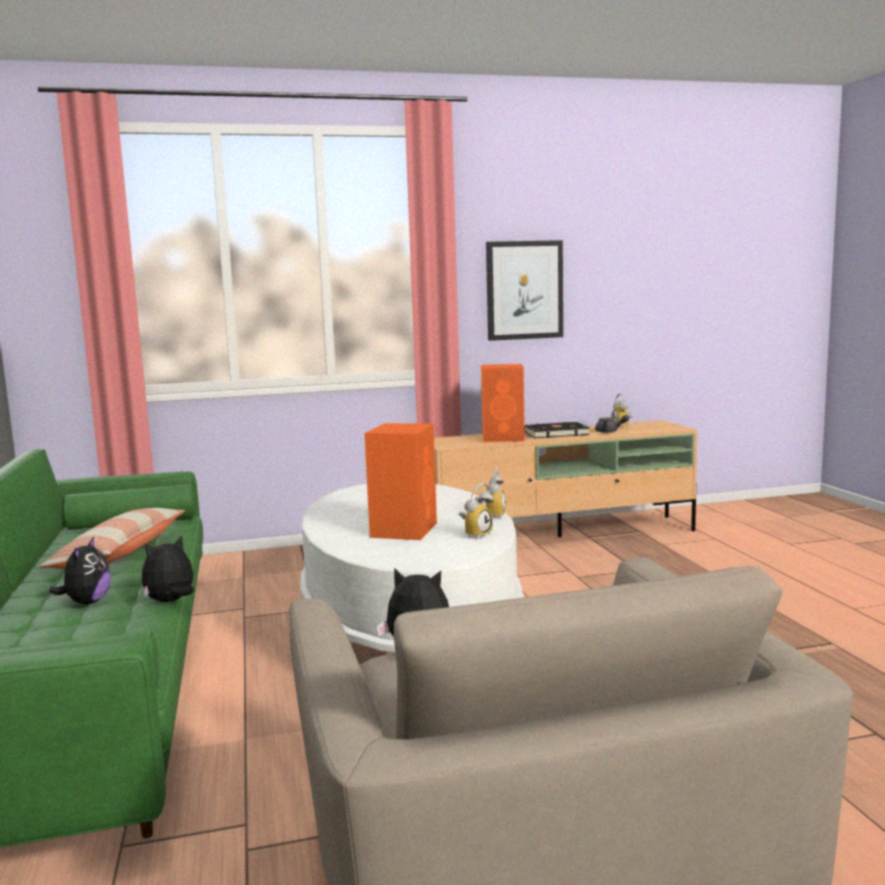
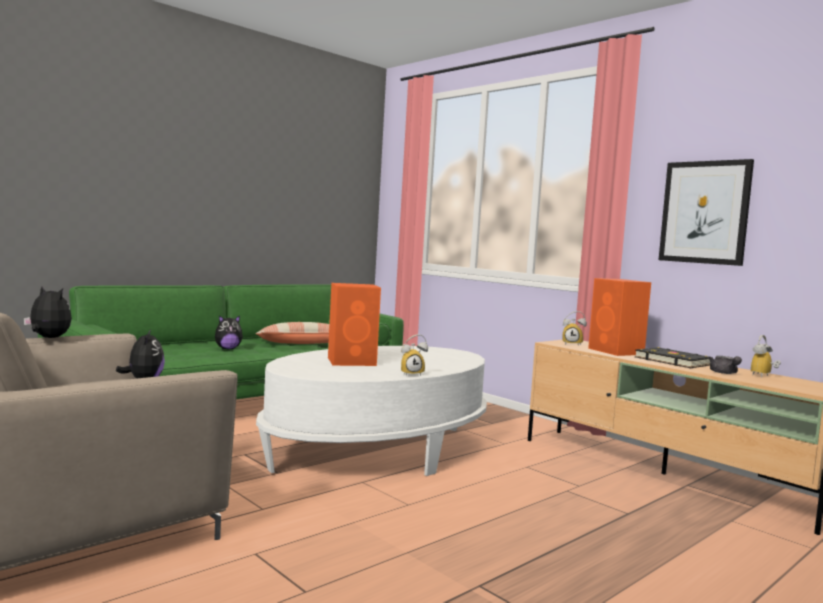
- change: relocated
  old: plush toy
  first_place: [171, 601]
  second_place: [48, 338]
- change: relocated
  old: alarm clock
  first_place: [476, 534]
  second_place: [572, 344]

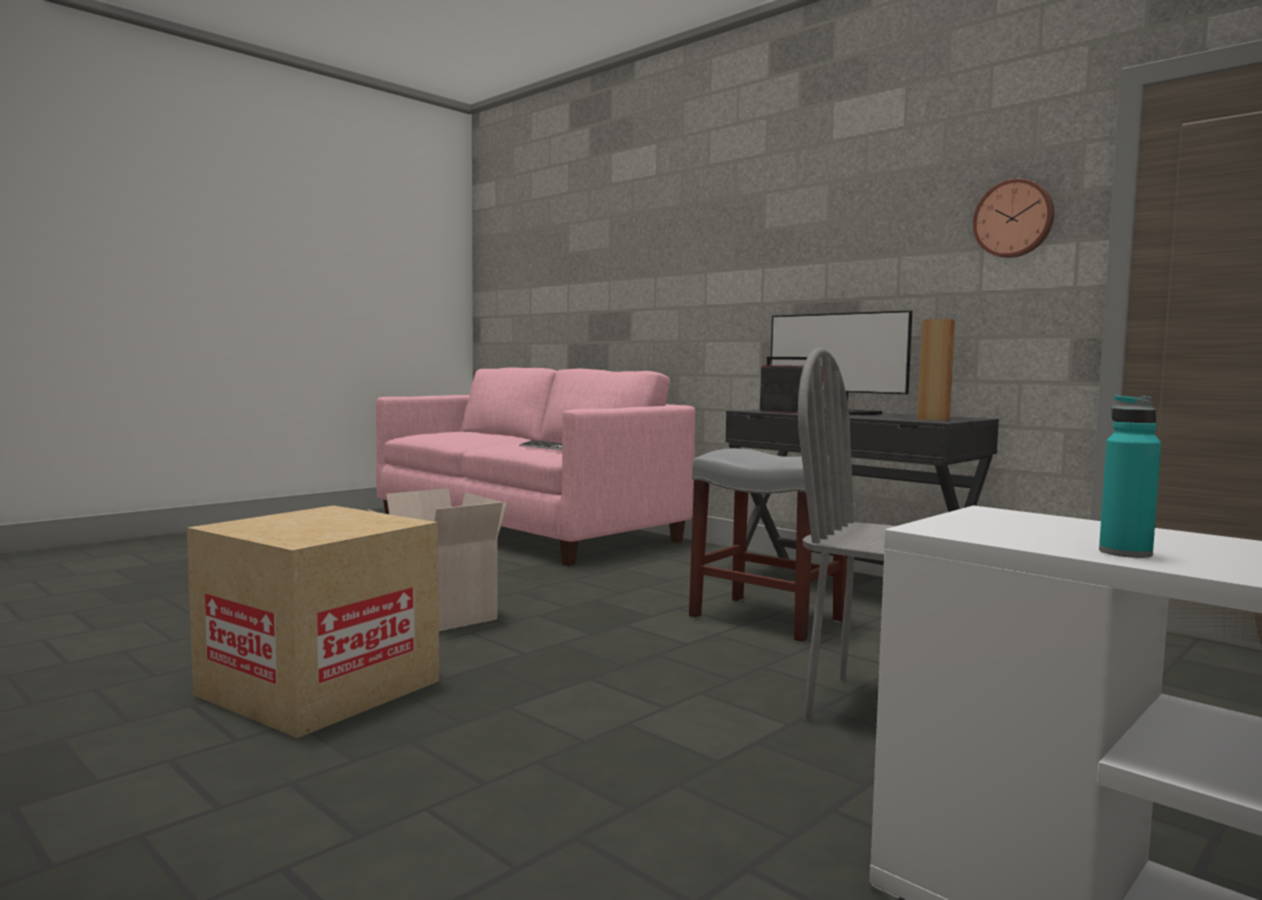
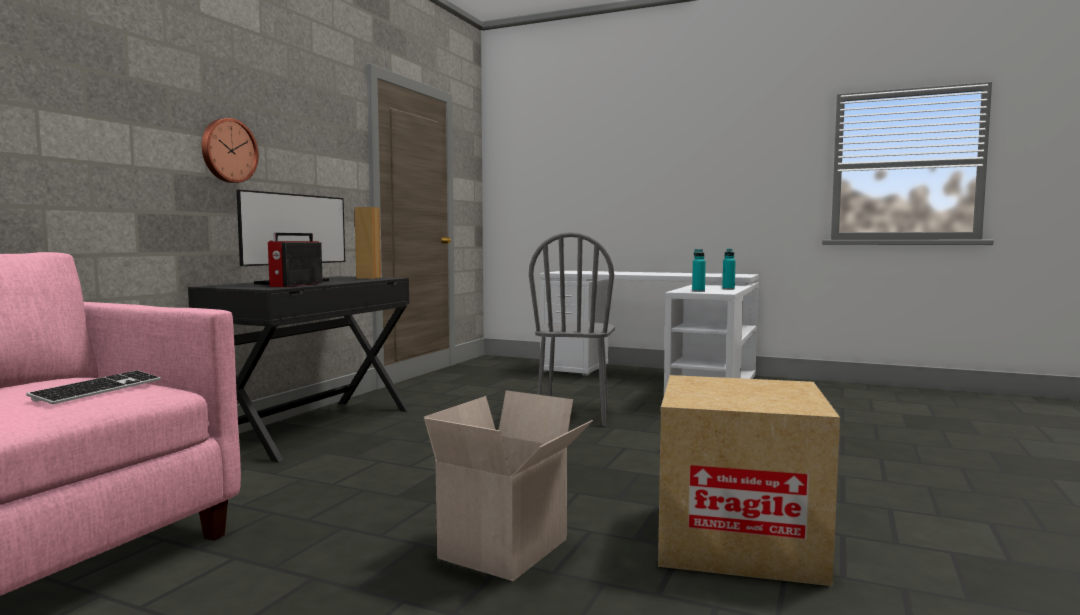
- change: missing
  old: grey stool
  first_place: [765, 619]
- change: relocated
  old: wall clock
  first_place: [1014, 219]
  second_place: [228, 150]
- change: appeared
  new: turquoise bottle
  second_place: [698, 291]

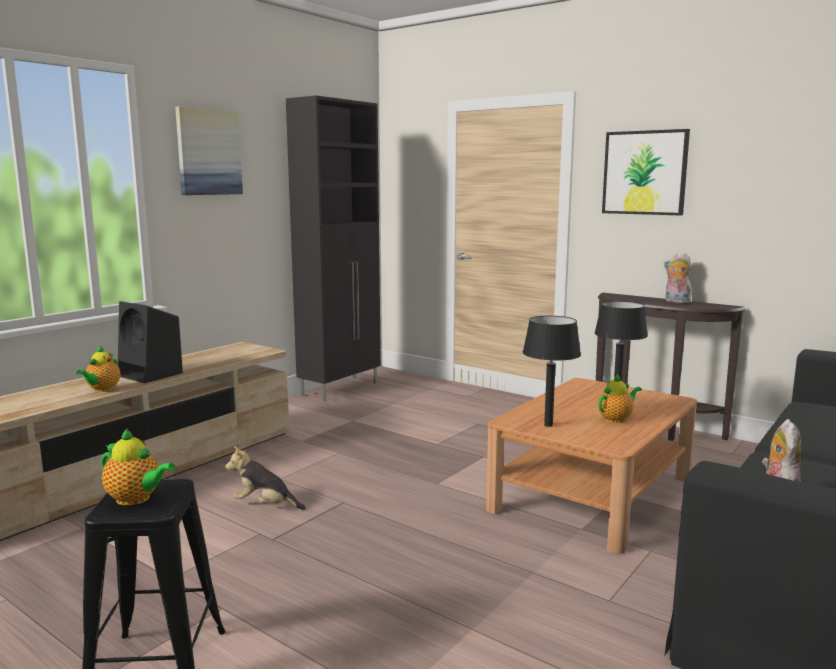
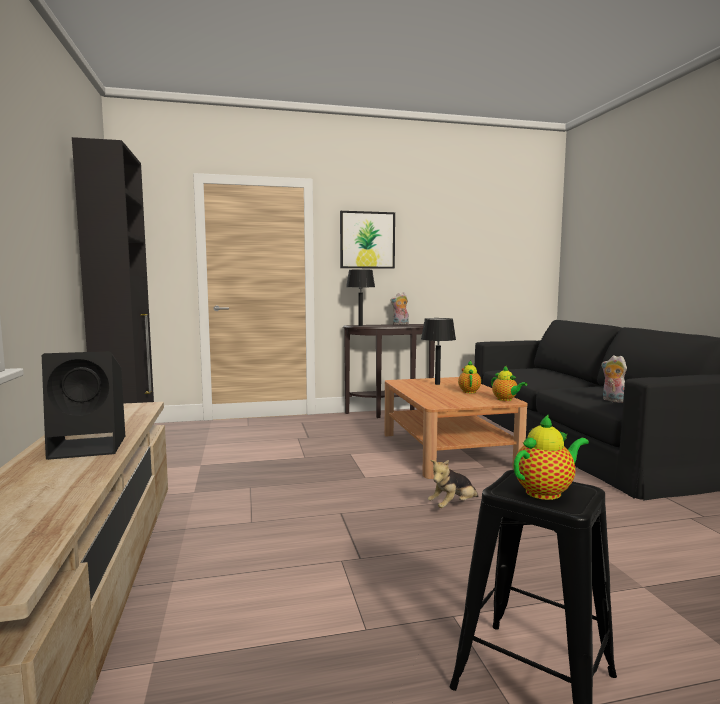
- change: relocated
  old: teapot
  first_place: [102, 390]
  second_place: [506, 399]
- change: missing
  old: picture
  first_place: [208, 152]
- change: relocated
  old: plush toy
  first_place: [265, 505]
  second_place: [453, 506]
- change: relocated
  old: black table lamp
  first_place: [548, 425]
  second_place: [360, 325]

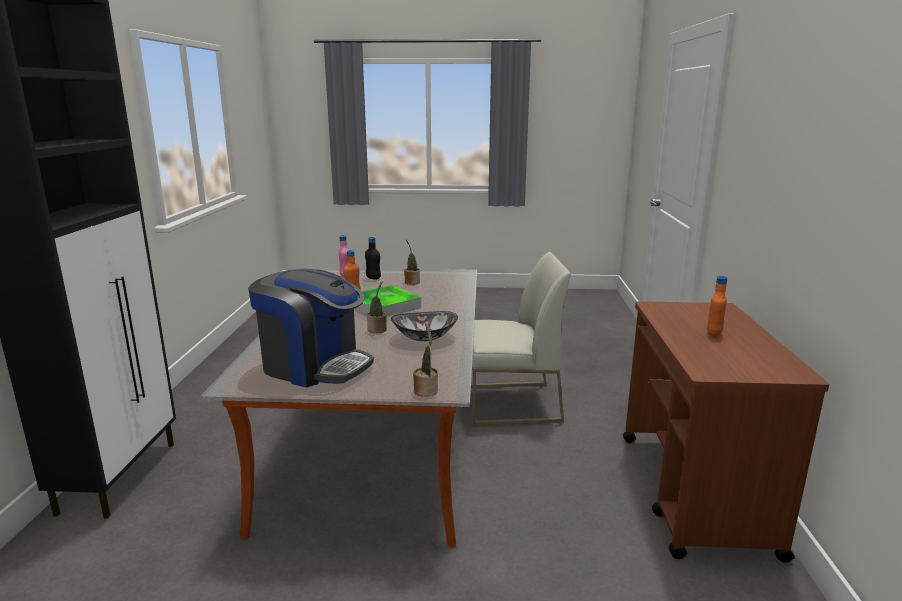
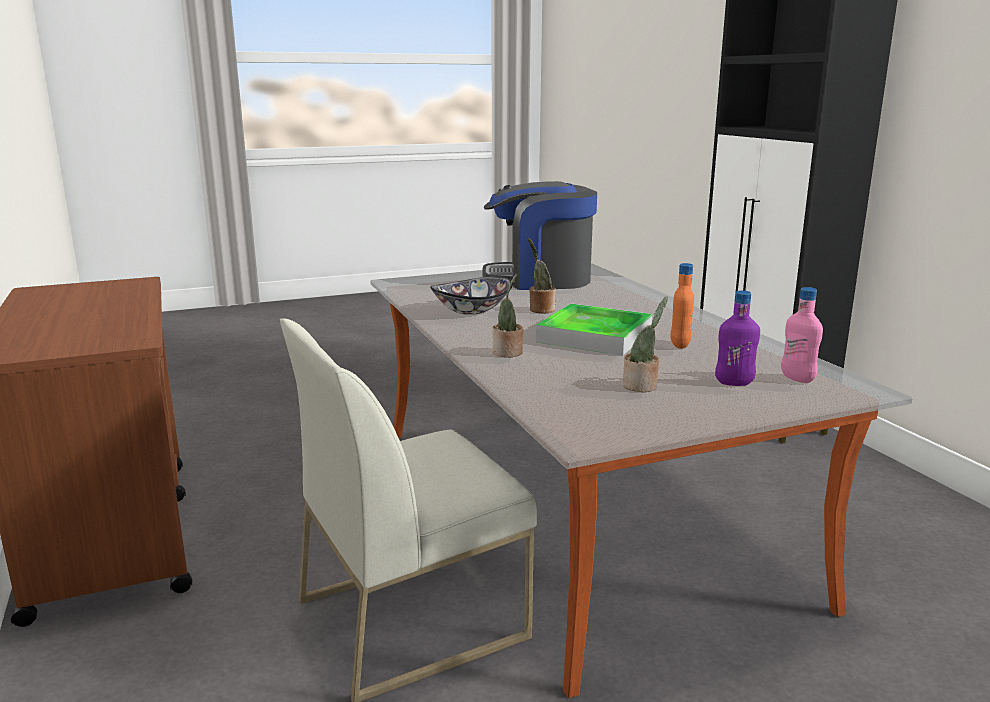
- change: colour
  old: black bottle
  new: purple bottle
  first_place: [373, 278]
  second_place: [734, 383]
- change: relocated
  old: potted plant
  first_place: [426, 390]
  second_place: [508, 353]
- change: missing
  old: orange bottle
  first_place: [714, 334]

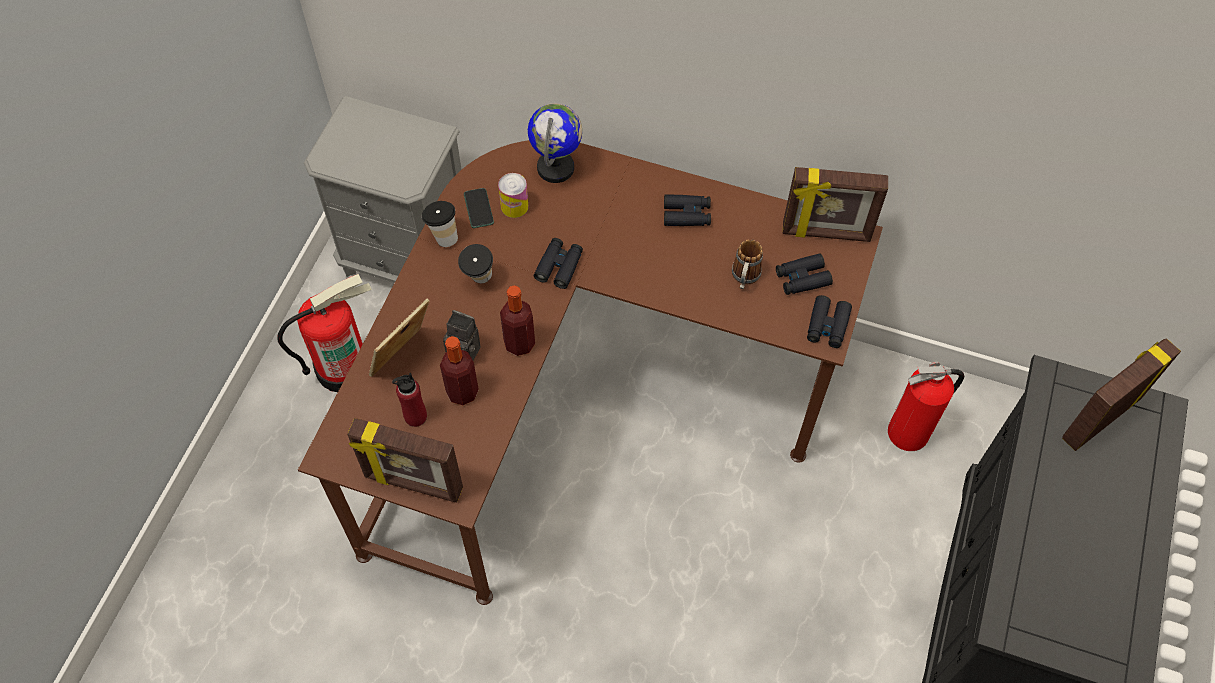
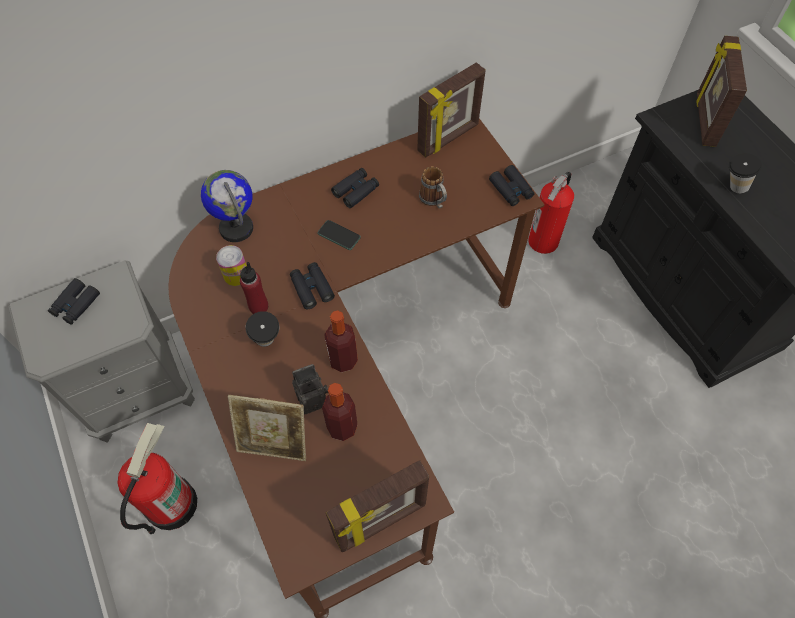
- change: spun
  old: picture frame
  first_place: [404, 359]
  second_place: [274, 443]
  degrees: -75
- change: relocated
  old: red bottle
  first_place: [415, 416]
  second_place: [258, 306]
- change: relocated
  old: cup
  first_place: [443, 236]
  second_place: [732, 187]
- change: relocated
  old: phone
  first_place: [478, 208]
  second_place: [339, 235]
- change: relocated
  old: black binoculars
  first_place: [802, 278]
  second_place: [76, 305]

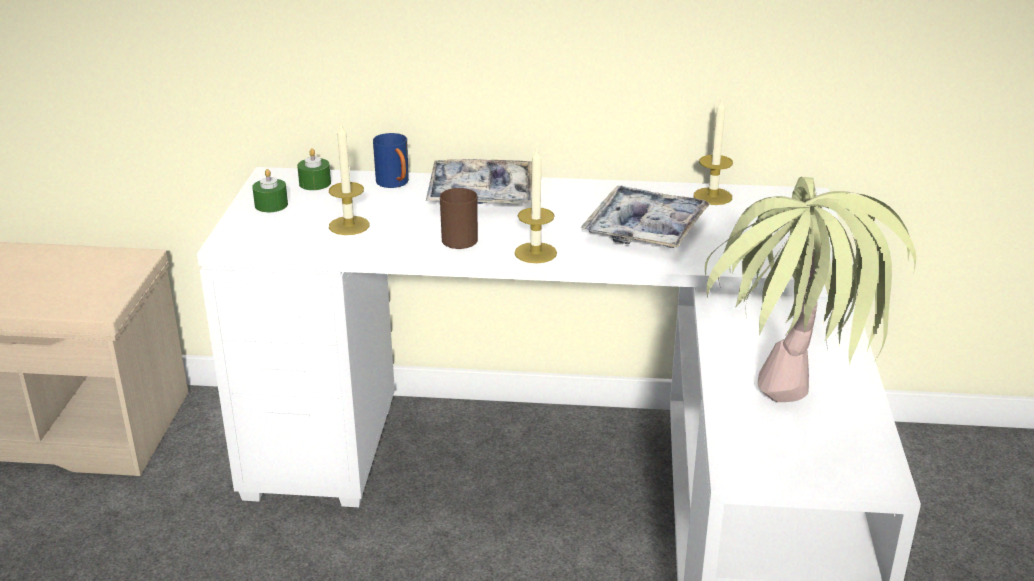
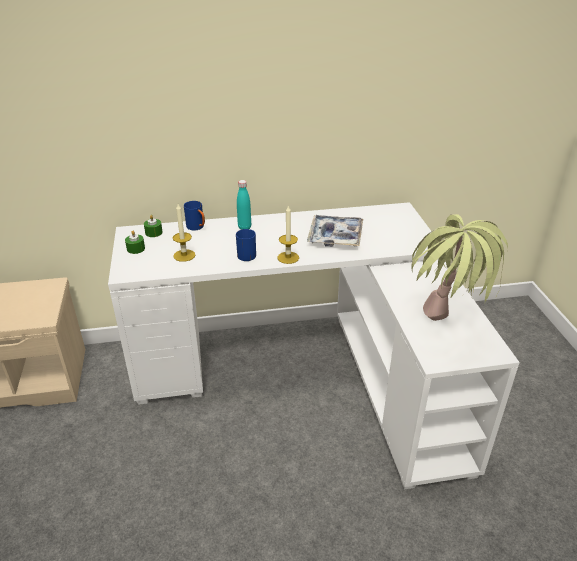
- change: exchanged
  old: tray
  new: turquoise bottle
  first_place: [480, 194]
  second_place: [244, 227]
- change: colour
  old: brown mug
  new: blue mug
  first_place: [458, 237]
  second_place: [245, 254]
- change: missing
  old: candle
  first_place: [712, 196]

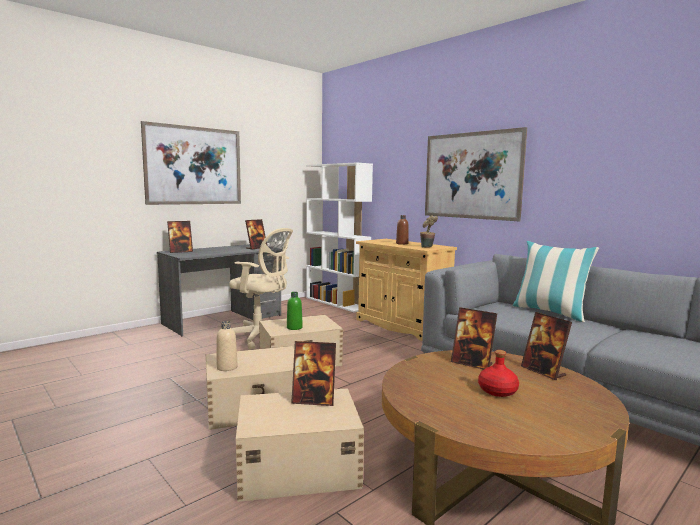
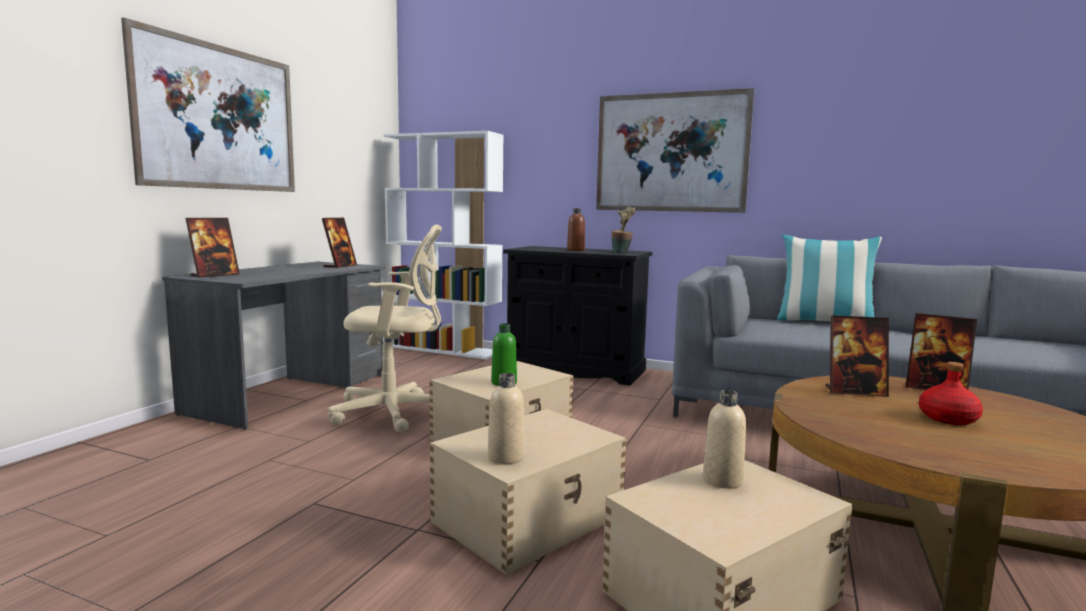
- change: exchanged
  old: picture frame
  new: beige bottle
  first_place: [313, 400]
  second_place: [722, 480]
- change: colour
  old: beige cabinet
  new: black cabinet
  first_place: [402, 326]
  second_place: [575, 369]

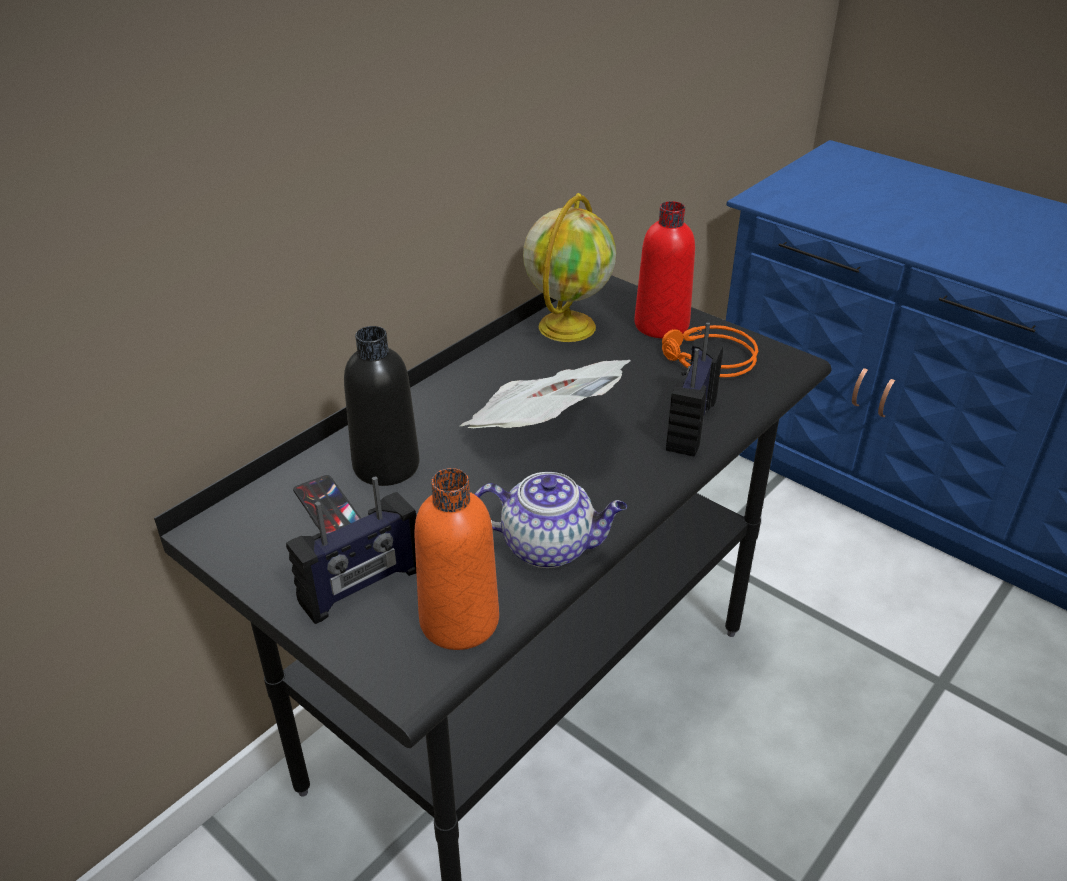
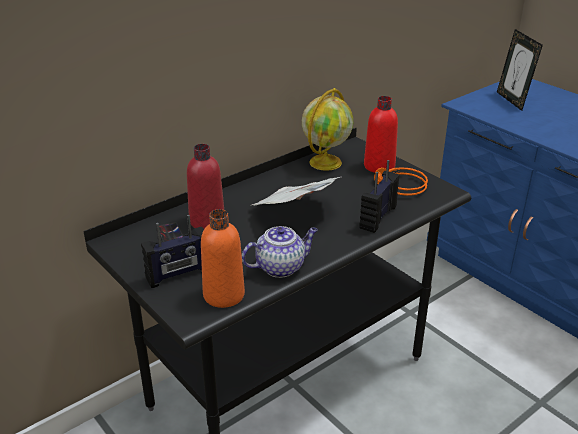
- change: colour
  old: black bottle
  new: red bottle
  first_place: [386, 466]
  second_place: [207, 221]
- change: spun
  old: teapot
  first_place: [549, 546]
  second_place: [281, 267]
  degrees: -45
- change: appeared
  new: picture frame
  second_place: [512, 100]

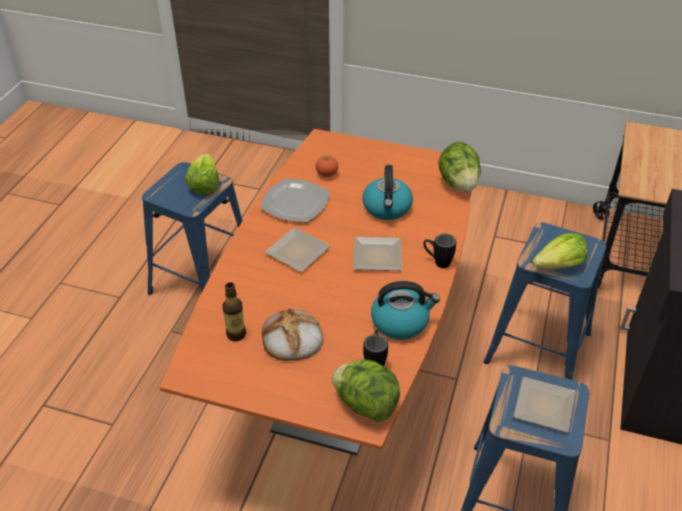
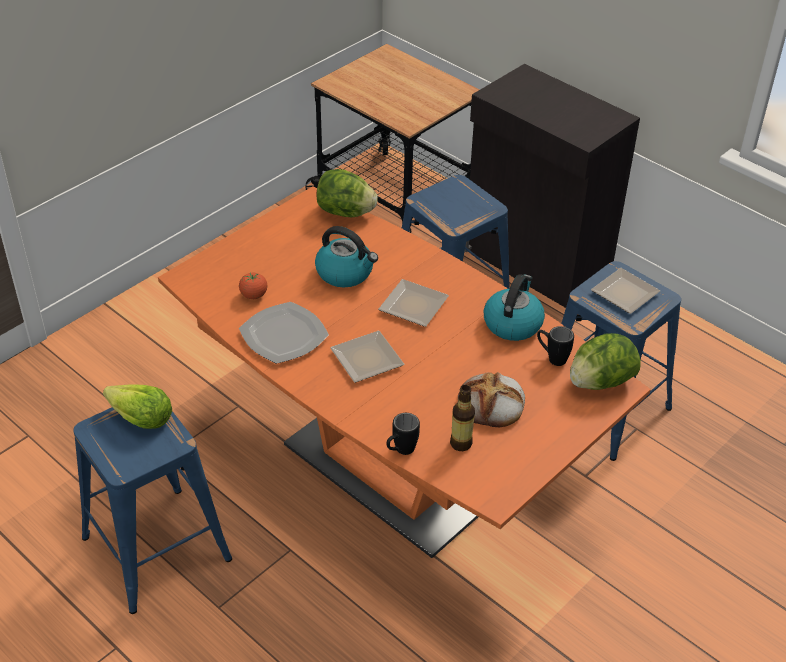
- change: relocated
  old: black mug
  first_place: [437, 262]
  second_place: [400, 451]
- change: missing
  old: lettuce
  first_place: [559, 266]

